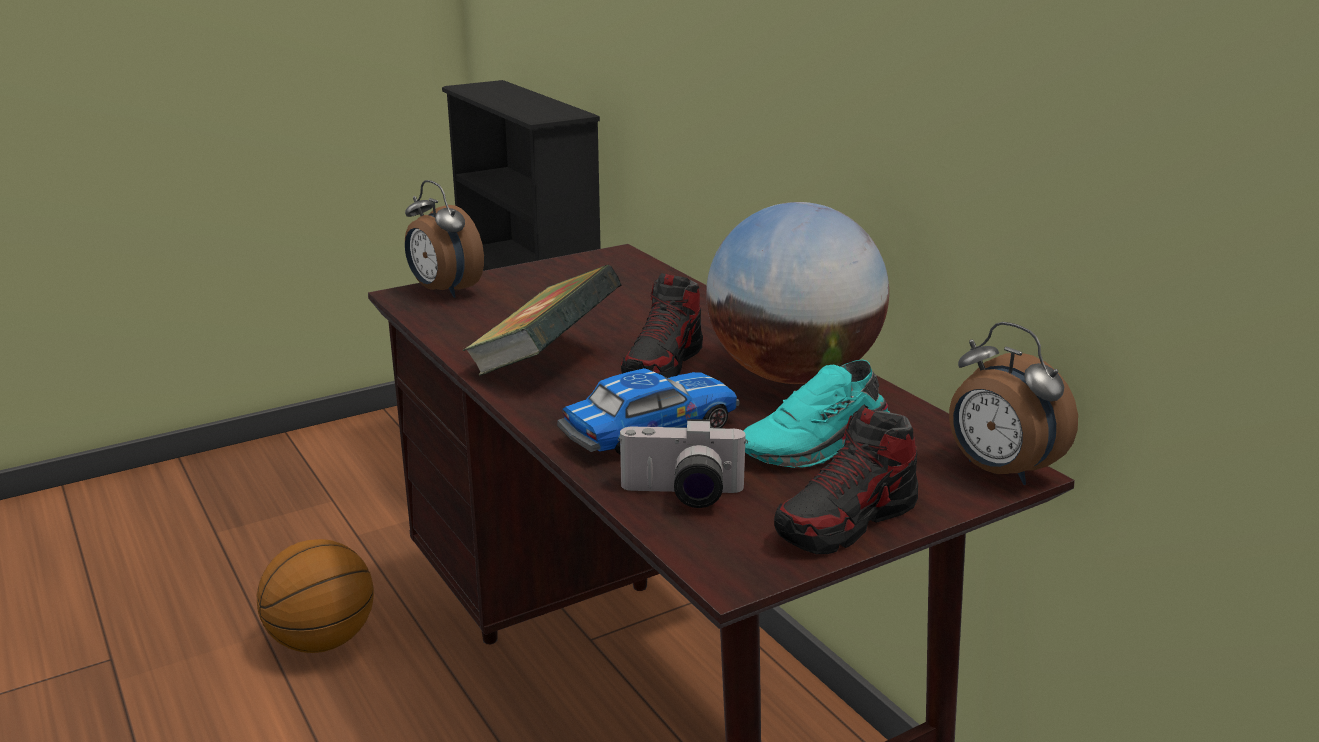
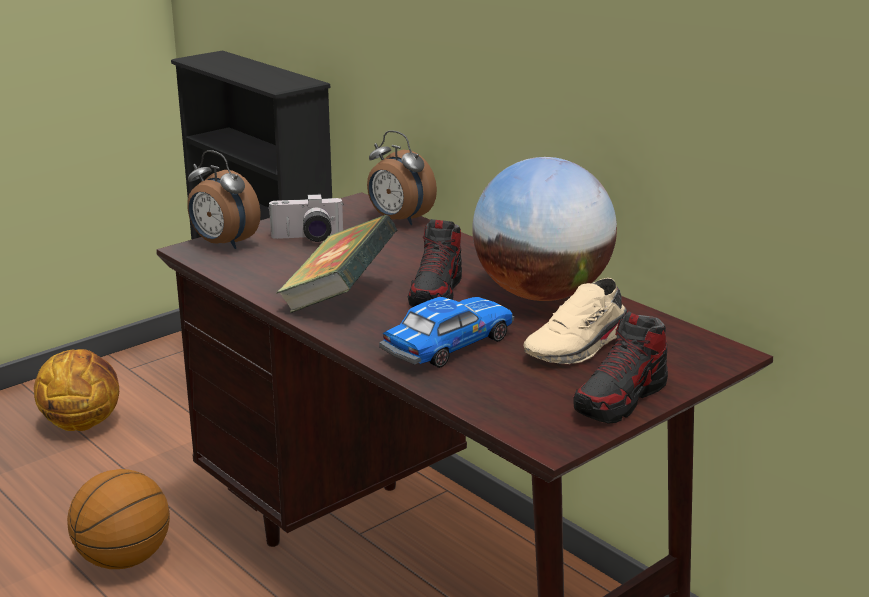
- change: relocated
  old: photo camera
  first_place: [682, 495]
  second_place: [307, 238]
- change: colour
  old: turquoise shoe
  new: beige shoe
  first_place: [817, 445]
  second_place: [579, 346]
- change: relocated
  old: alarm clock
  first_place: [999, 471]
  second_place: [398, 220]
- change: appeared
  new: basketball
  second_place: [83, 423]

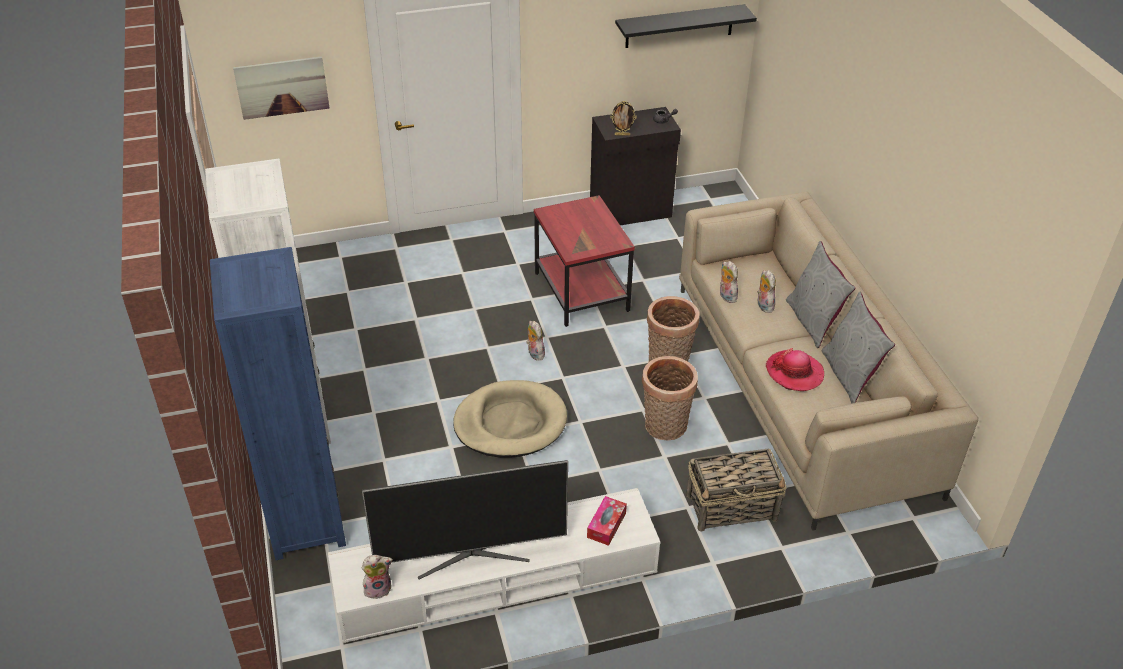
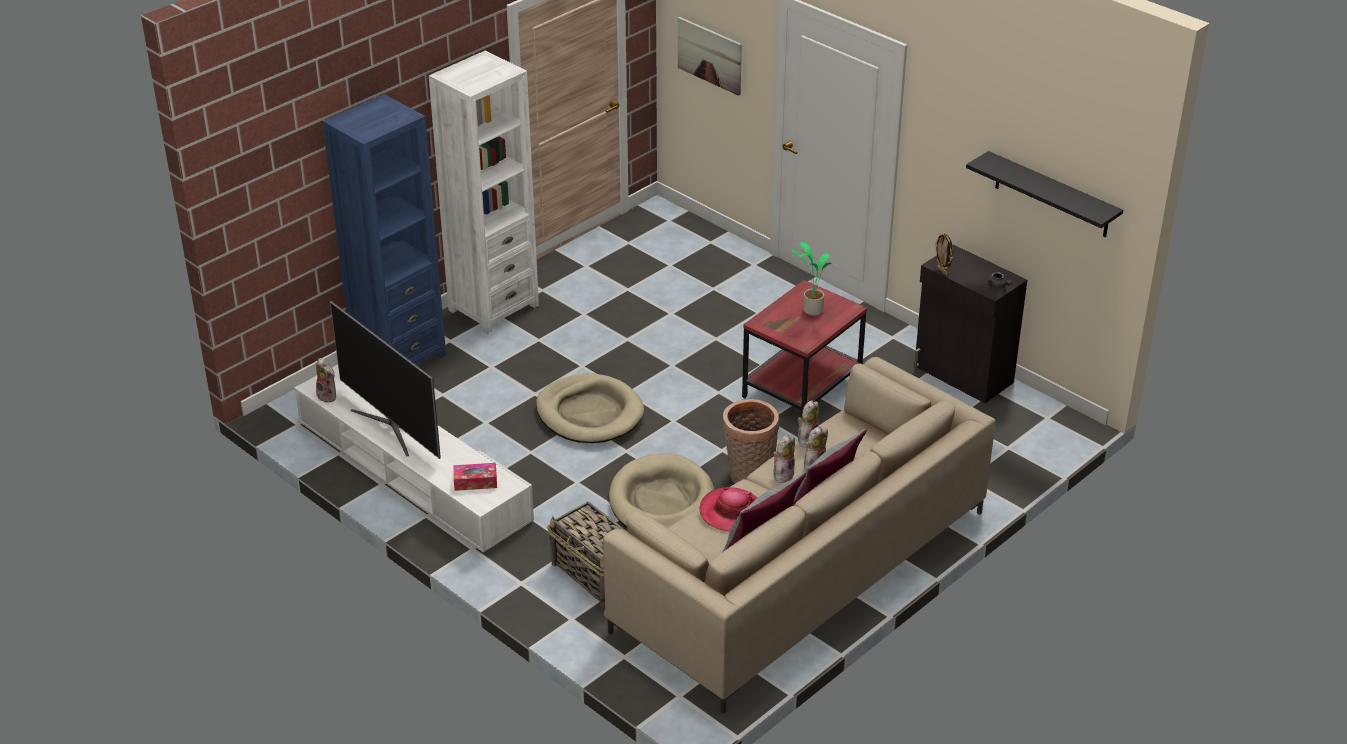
- change: relocated
  old: plush toy
  first_place: [534, 353]
  second_place: [783, 474]
- change: exchanged
  old: basket
  new: beige dog bed
  first_place: [665, 428]
  second_place: [662, 502]
- change: appeared
  new: potted plant
  second_place: [811, 310]

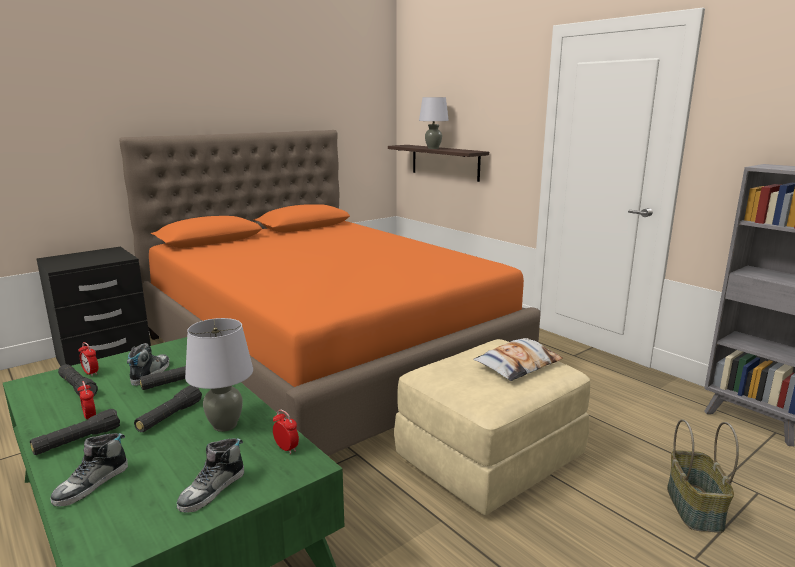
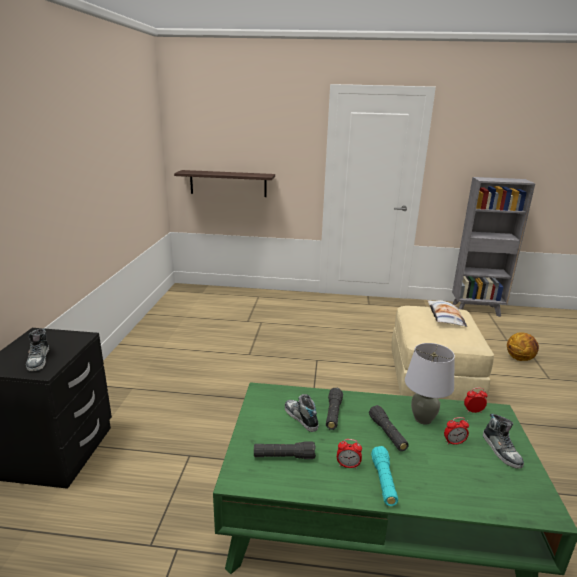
- change: colour
  old: black flashlight
  new: turquoise flashlight
  first_place: [78, 441]
  second_place: [384, 481]
- change: relocated
  old: shoe
  first_place: [92, 484]
  second_place: [39, 359]
- change: relocated
  old: alarm clock
  first_place: [91, 373]
  second_place: [454, 442]
- change: missing
  old: orange bed
  first_place: [325, 356]
- change: missing
  old: grey table lamp
  first_place: [433, 148]
- change: exchanged
  old: basket
  new: basketball
  first_place: [695, 508]
  second_place: [520, 358]

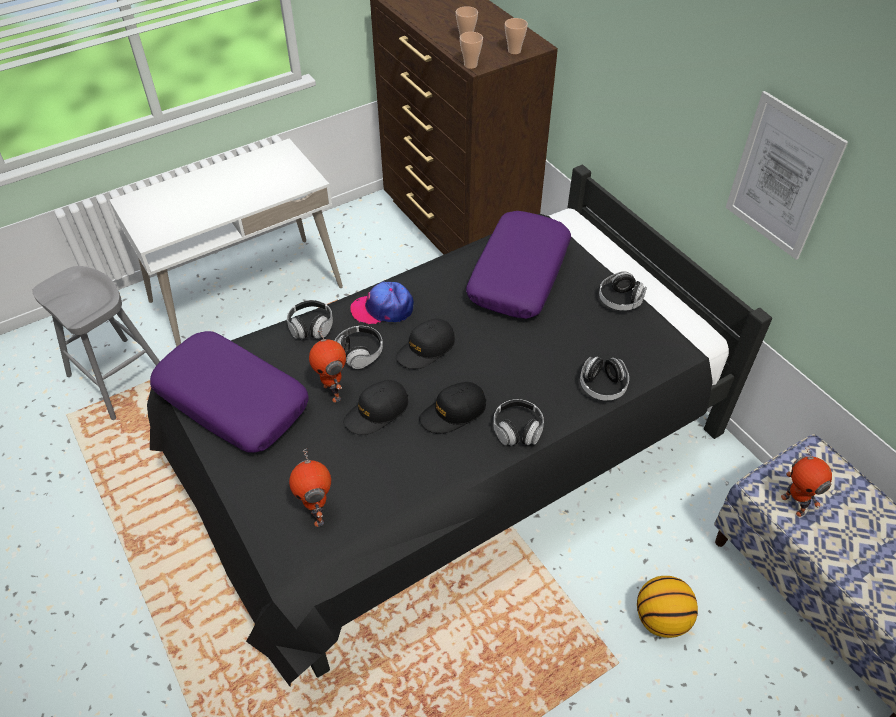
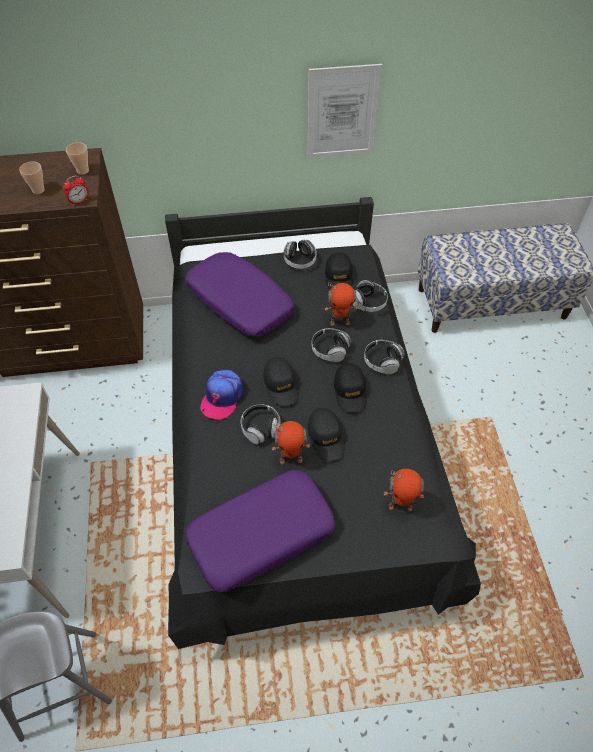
- change: relocated
  old: headphones
  first_place: [311, 327]
  second_place: [330, 350]
- change: exchanged
  old: cup
  new: alarm clock
  first_place: [470, 65]
  second_place: [79, 201]
- change: missing
  old: basketball
  first_place: [661, 619]
- change: relocated
  old: toy robot
  first_place: [794, 504]
  second_place: [340, 322]
- change: appeared
  new: black cap
  second_place: [339, 277]

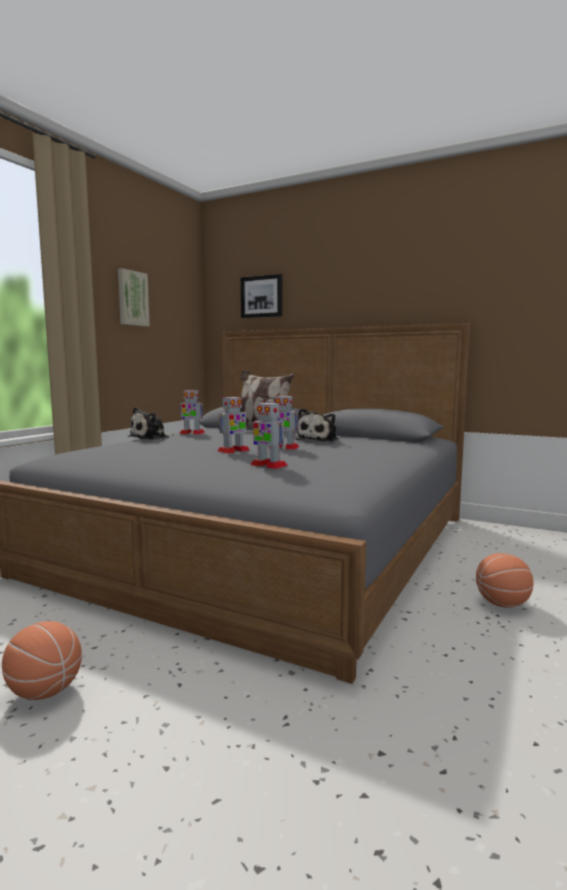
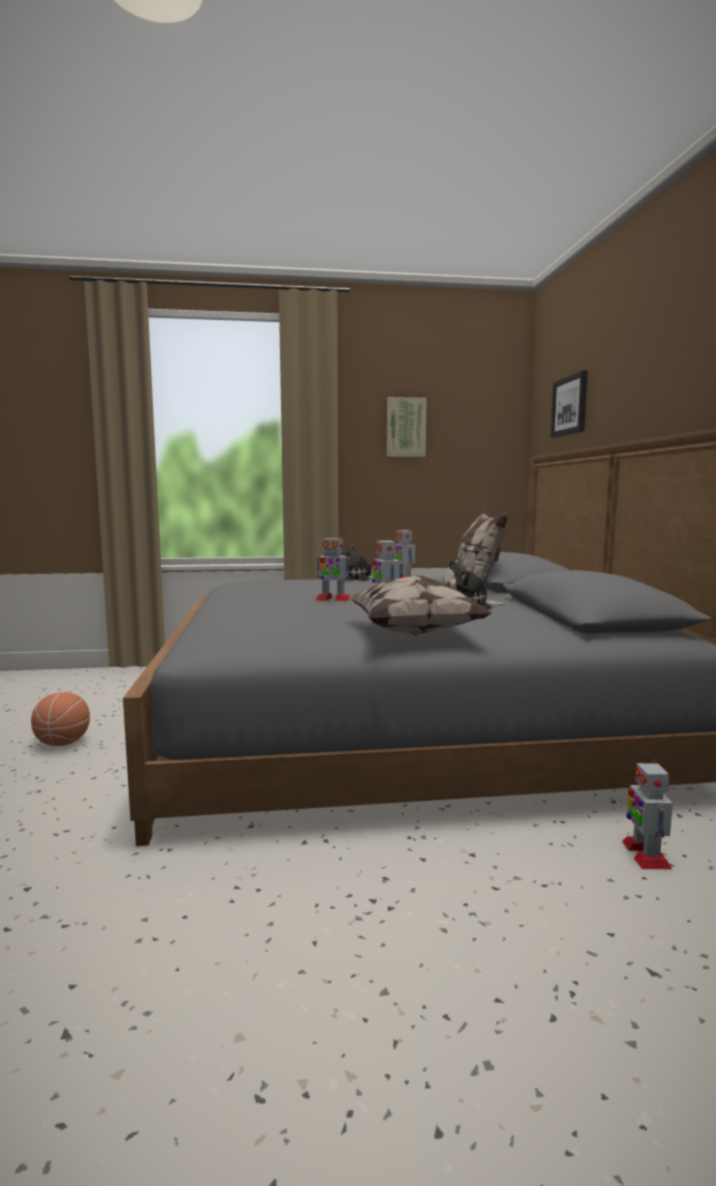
- change: relocated
  old: toy robot
  first_place: [268, 465]
  second_place: [645, 854]
- change: missing
  old: basketball
  first_place: [502, 604]
- change: appeared
  new: pillow
  second_place: [416, 632]

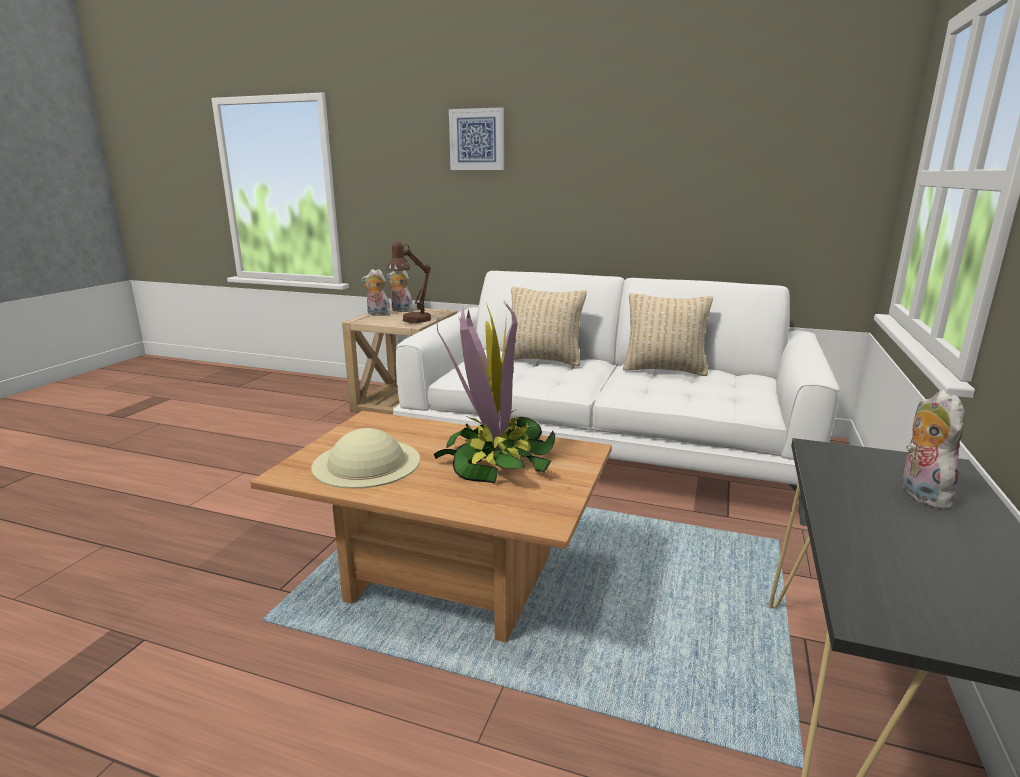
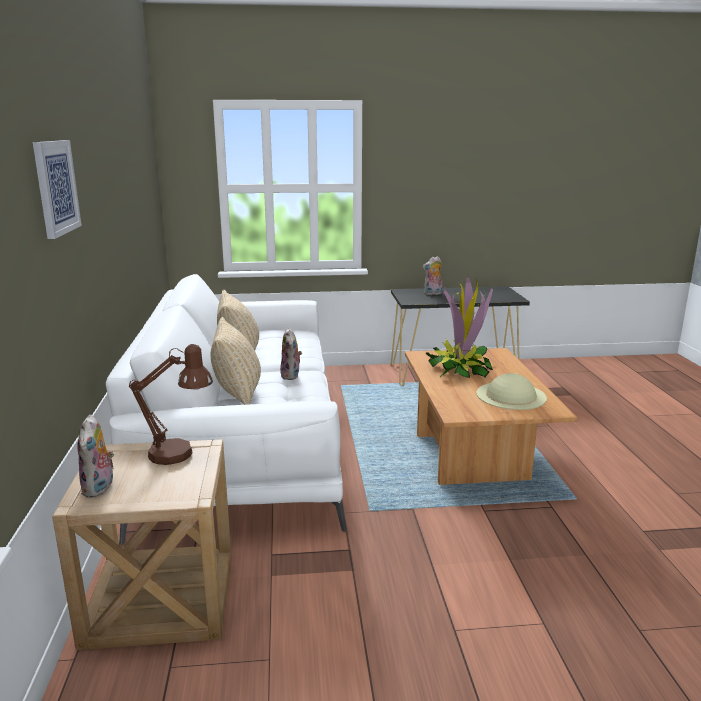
- change: relocated
  old: plush toy
  first_place: [377, 314]
  second_place: [291, 376]

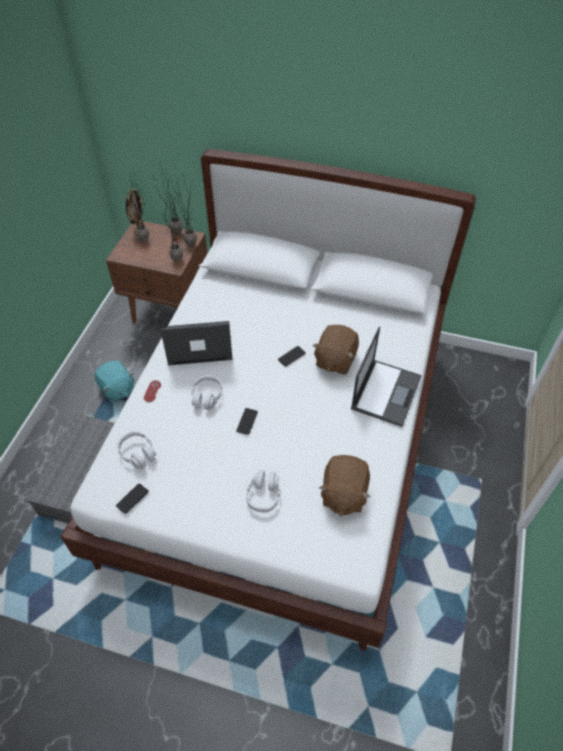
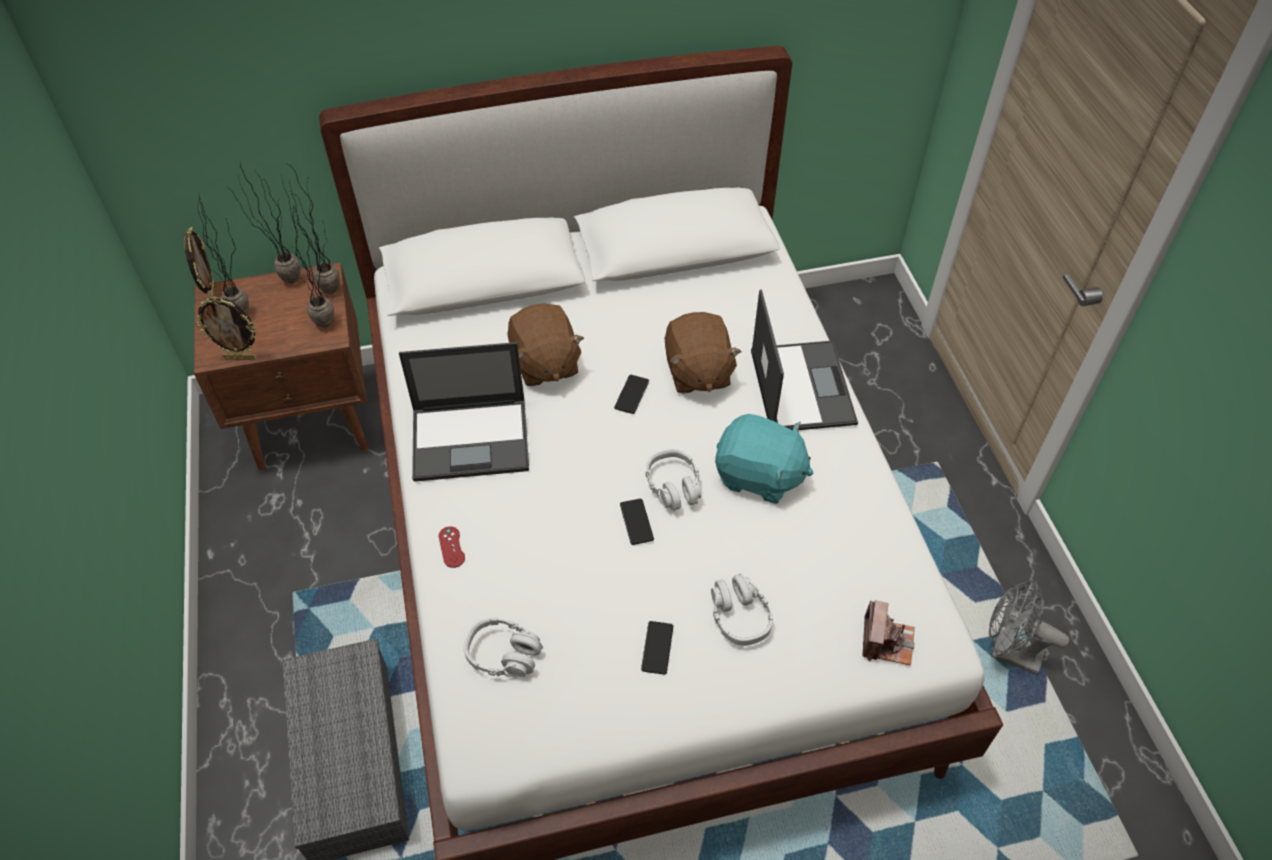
- change: relocated
  old: turquoise plush toy
  first_place: [117, 389]
  second_place: [759, 476]
- change: relocated
  old: phone
  first_place: [132, 498]
  second_place: [657, 648]
- change: spun
  old: laptop
  first_place: [198, 344]
  second_place: [472, 439]
  degrees: -150
- change: relocated
  old: grey headphones
  first_place: [206, 396]
  second_place: [673, 486]
- change: relocated
  old: brown plush toy
  first_place: [343, 494]
  second_place: [545, 363]
- change: appeared
  new: picture frame
  second_place: [241, 358]
- change: appeared
  new: photo camera
  second_place: [886, 641]
- change: appeared
  new: grey fan
  second_place: [1008, 652]

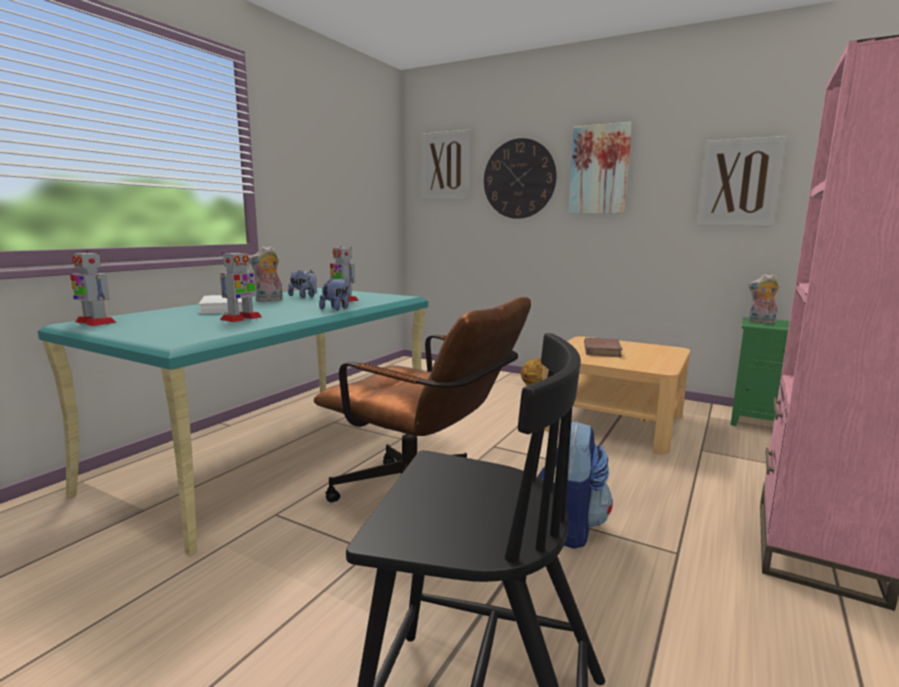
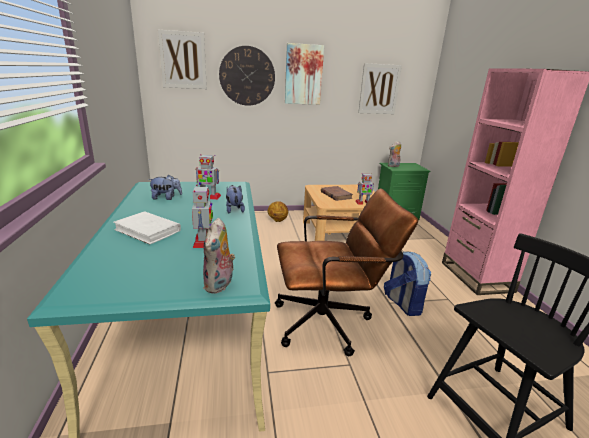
- change: relocated
  old: toy robot
  first_place: [95, 322]
  second_place: [363, 202]
- change: relocated
  old: plush toy
  first_place: [269, 300]
  second_place: [219, 285]

